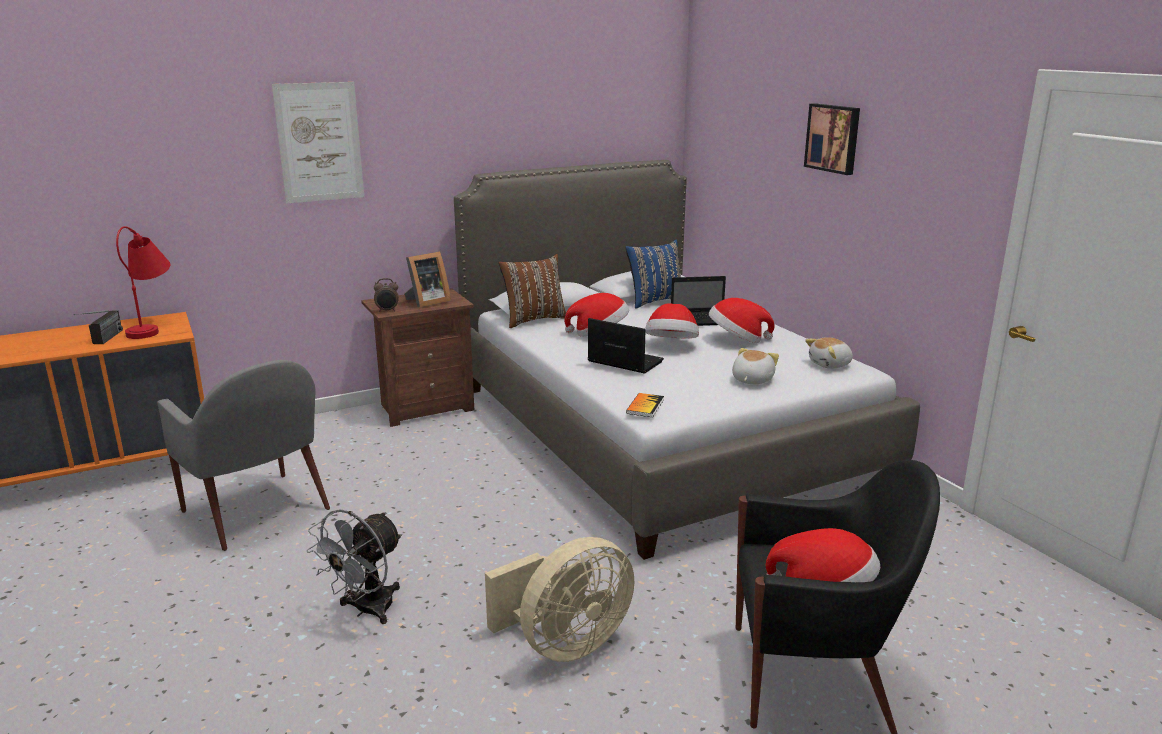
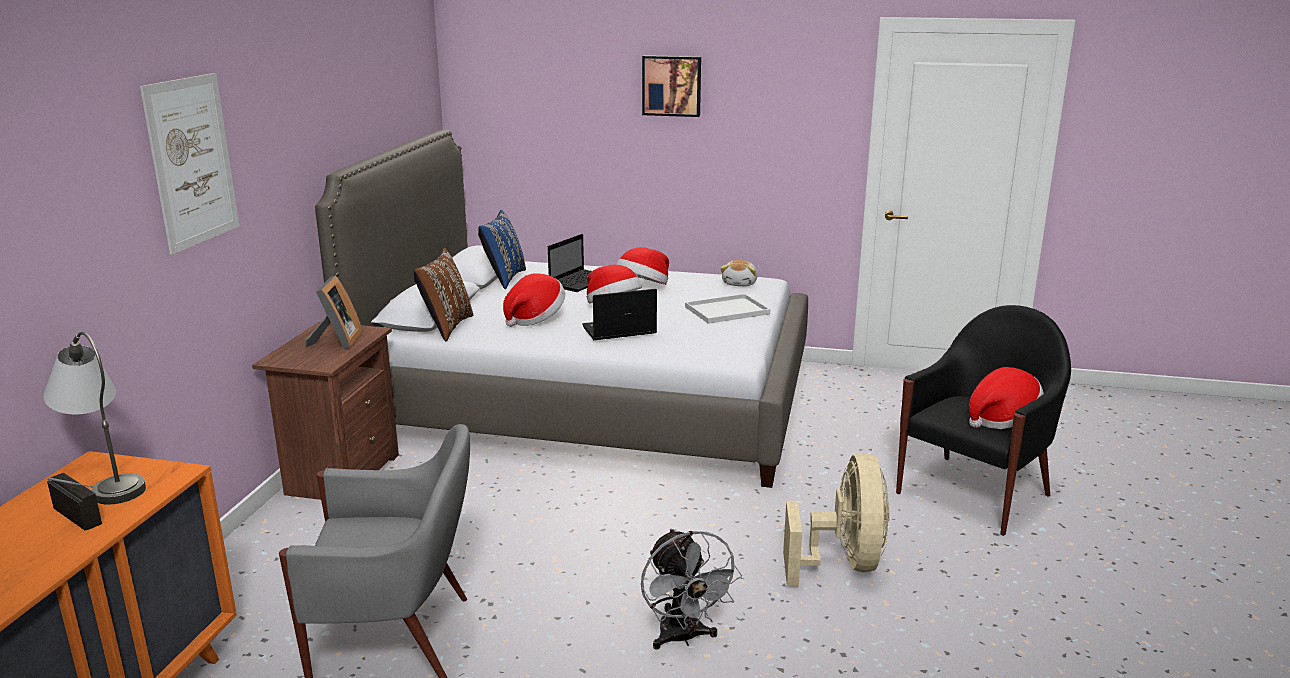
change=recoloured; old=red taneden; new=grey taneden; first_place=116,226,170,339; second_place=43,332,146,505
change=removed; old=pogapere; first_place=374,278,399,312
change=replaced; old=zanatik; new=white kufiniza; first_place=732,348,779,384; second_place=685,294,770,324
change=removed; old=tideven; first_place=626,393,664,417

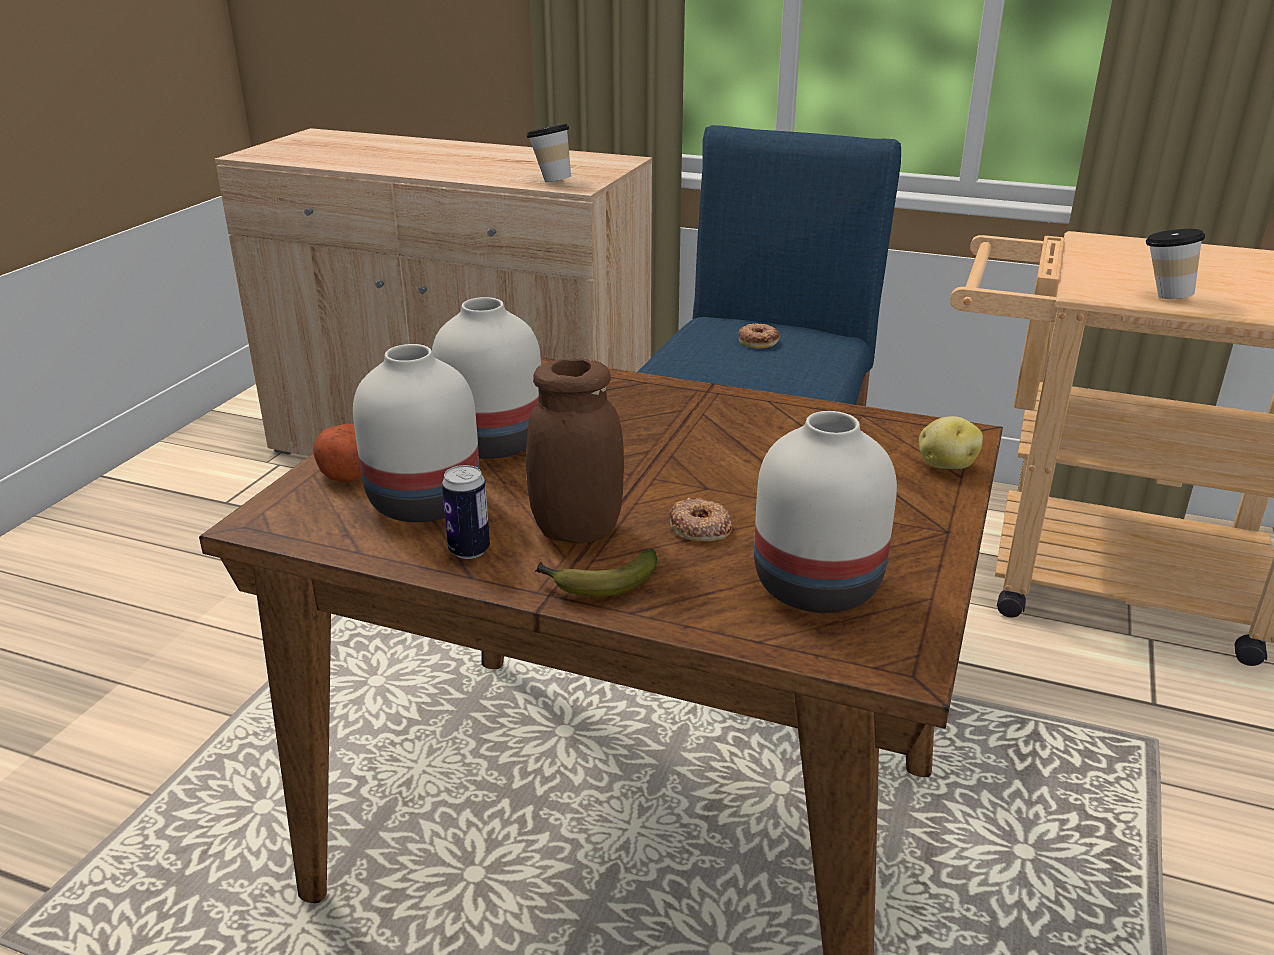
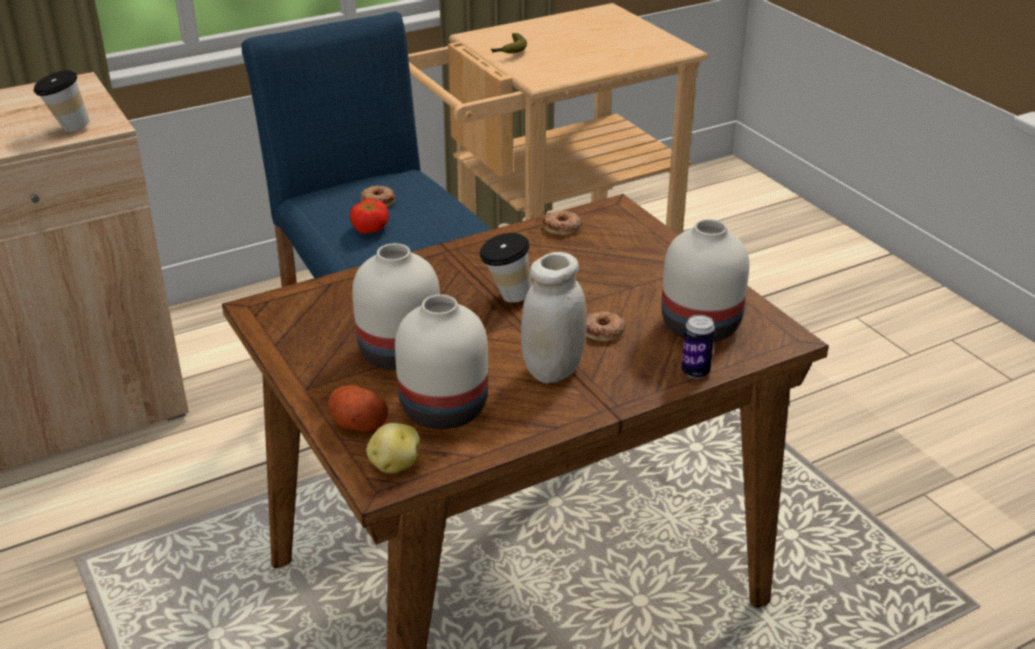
change=moved; old=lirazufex; first_place=1146,229,1205,299; second_place=479,233,532,303
change=recoloured; old=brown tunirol; new=white tunirol; first_place=526,359,624,543; second_place=521,252,587,383
change=moved; old=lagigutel; first_place=919,416,983,469; second_place=366,423,420,473
change=moved; old=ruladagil; first_place=442,465,490,559; second_place=681,315,715,379
change=moved; old=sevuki; first_place=535,549,657,597; second_place=491,33,527,53
change=added; new=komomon; second_place=350,199,389,234
change=added; new=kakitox; second_place=543,210,582,235

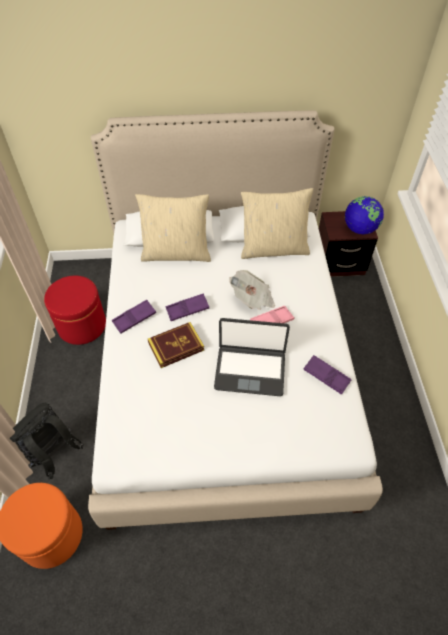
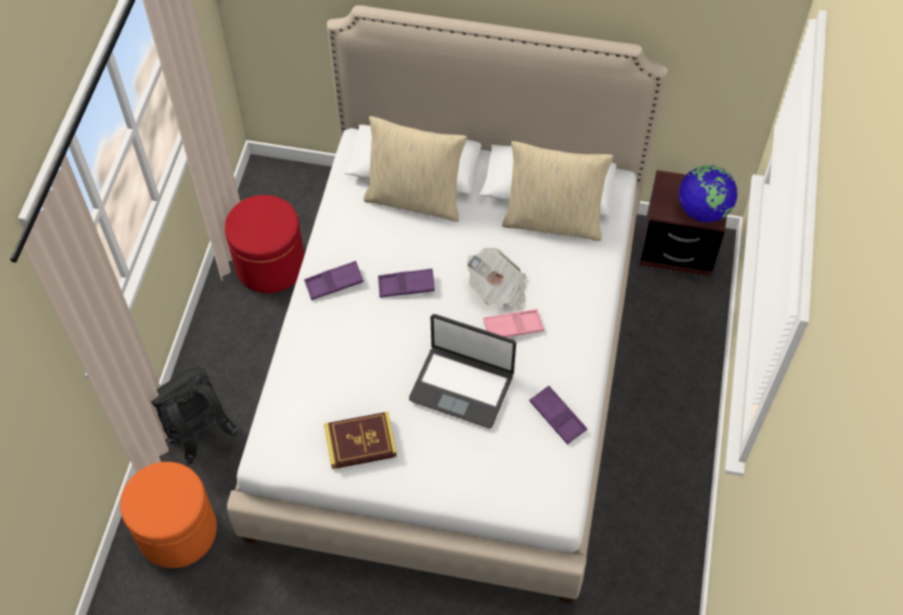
change=moved; old=tideven; first_place=148,322,204,368; second_place=324,412,397,469

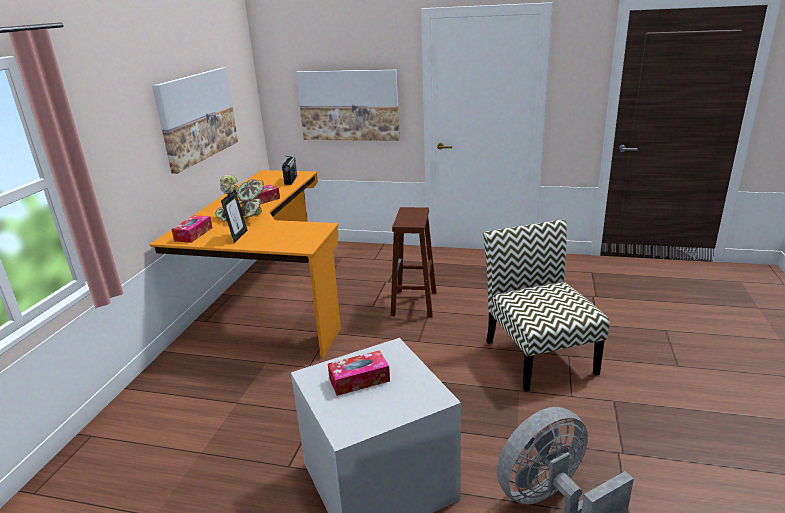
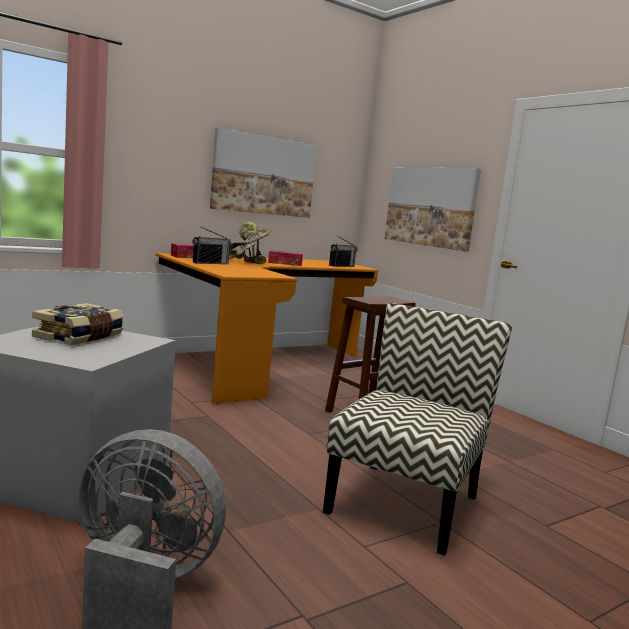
change=replaced; old=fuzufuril; new=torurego; first_place=221,190,247,243; second_place=192,226,232,264
change=replaced; old=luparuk; new=tideven; first_place=328,350,390,396; second_place=32,303,124,345

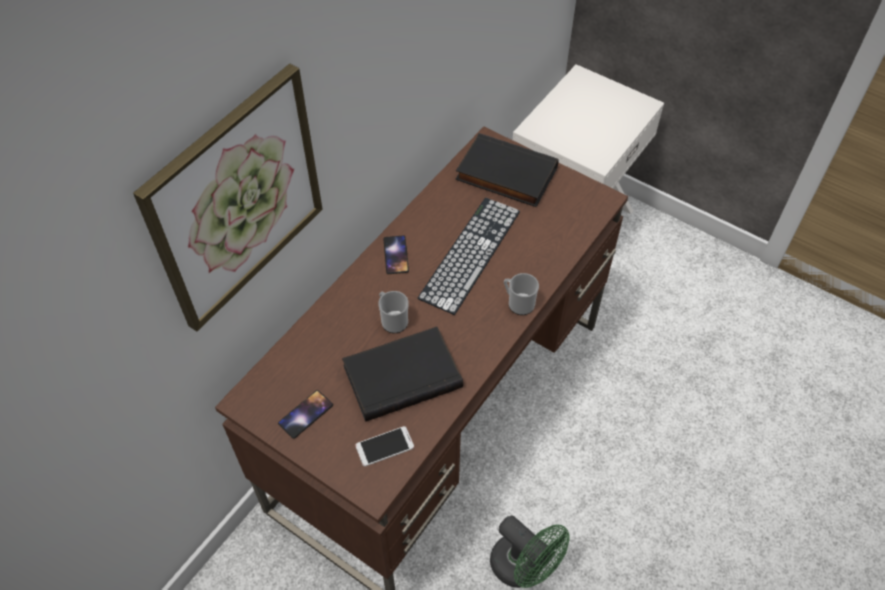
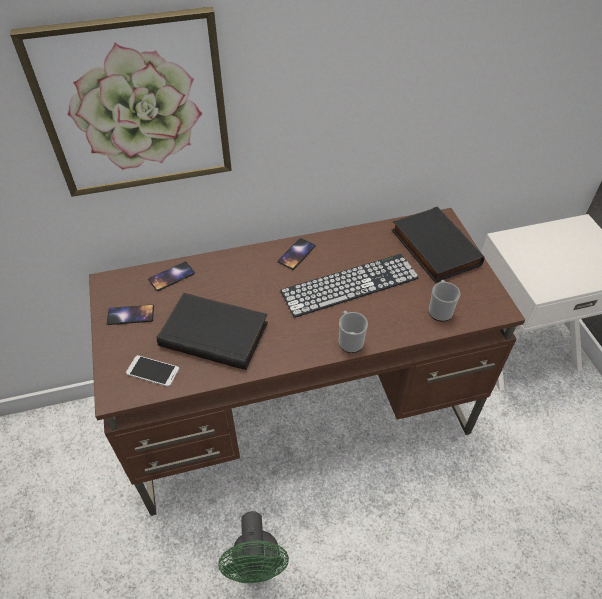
change=moved; old=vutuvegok; first_place=378,291,409,333; second_place=429,280,460,322
change=added; new=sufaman; second_place=148,262,195,291

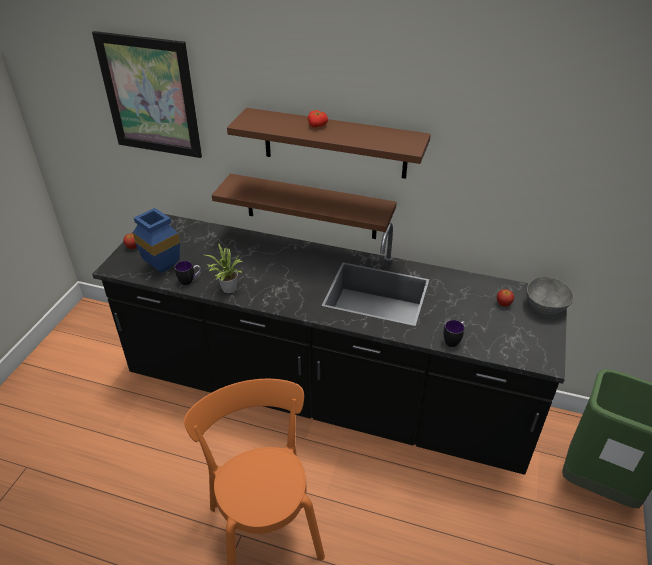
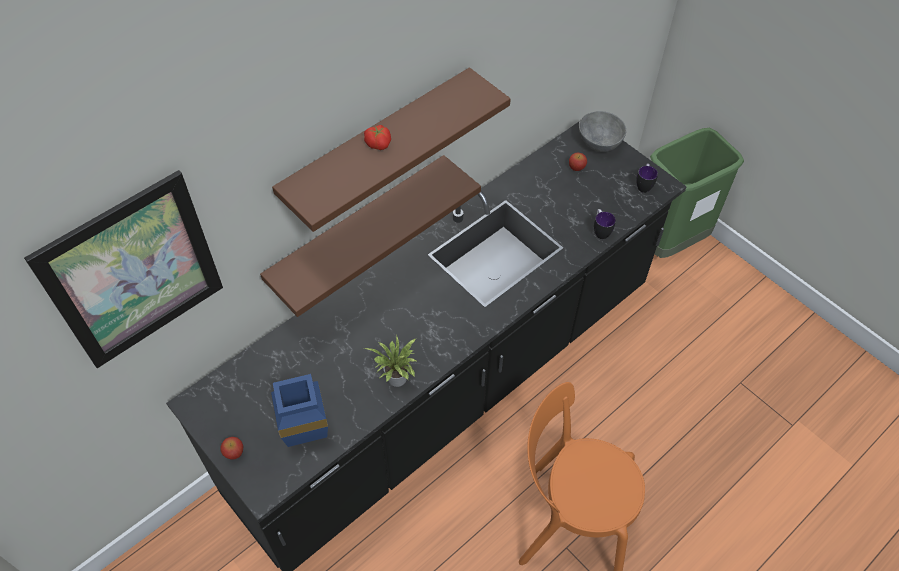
change=moved; old=vutuvegok; first_place=175,261,201,285; second_place=636,164,658,193

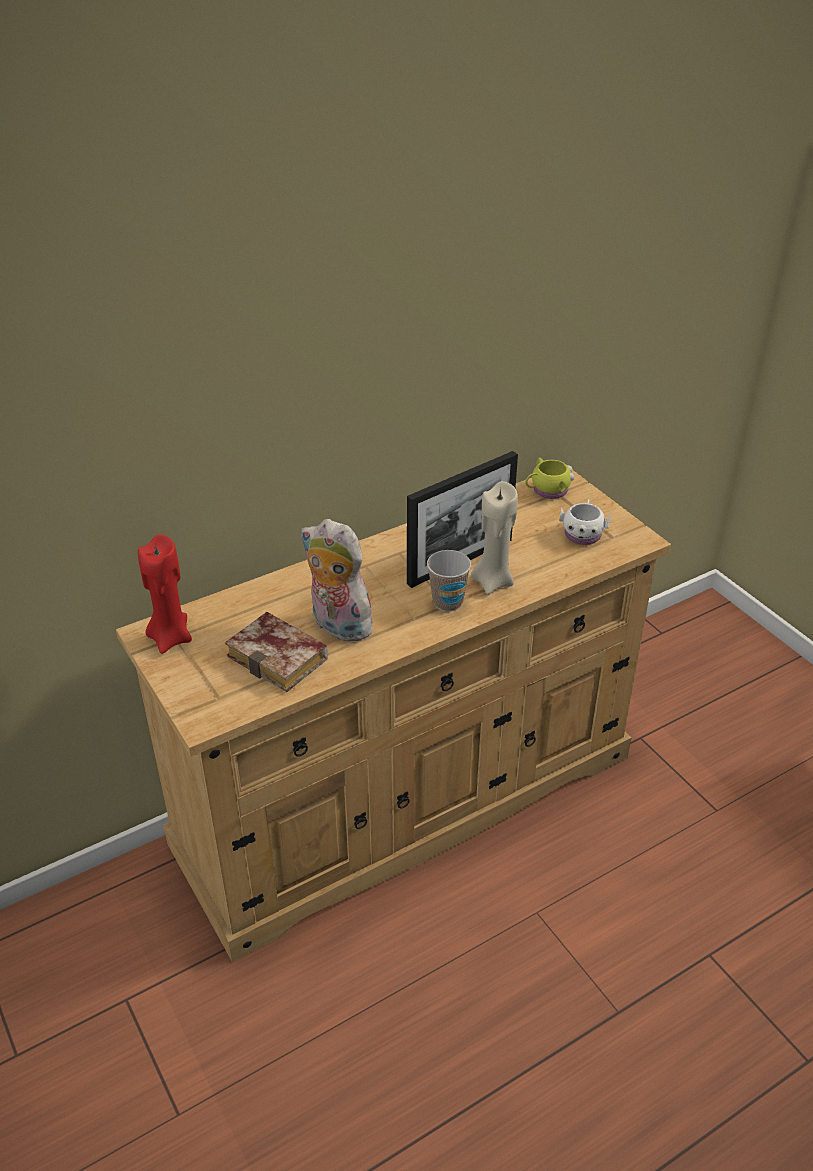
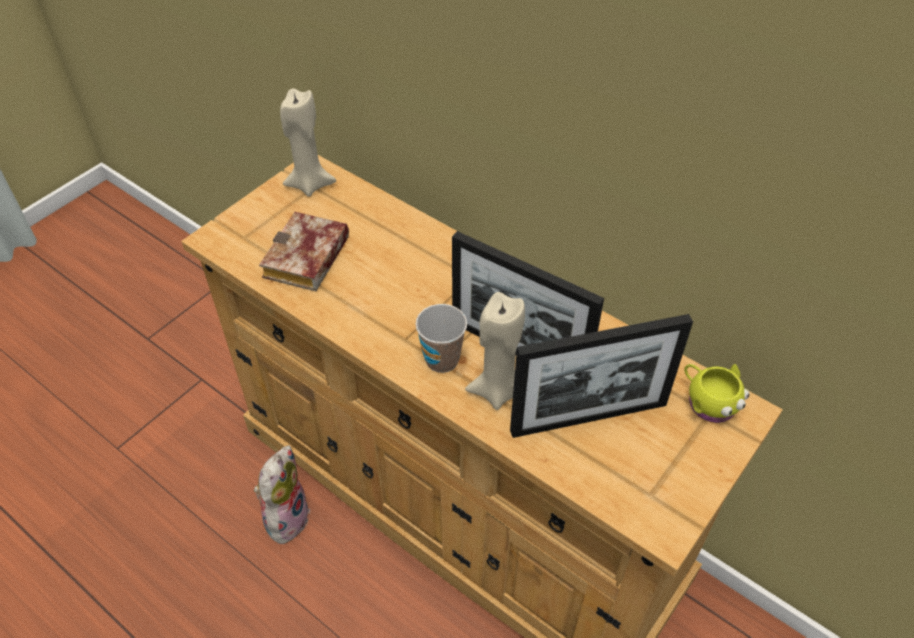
change=removed; old=white vutuvegok; first_place=560,499,611,545
change=moved; old=zanatik; first_place=301,519,375,642; second_place=254,445,310,545
change=recoloured; old=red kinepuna; new=beige kinepuna; first_place=138,535,192,654; second_place=280,88,336,197
change=added; new=fuzufuril; second_place=510,314,693,438

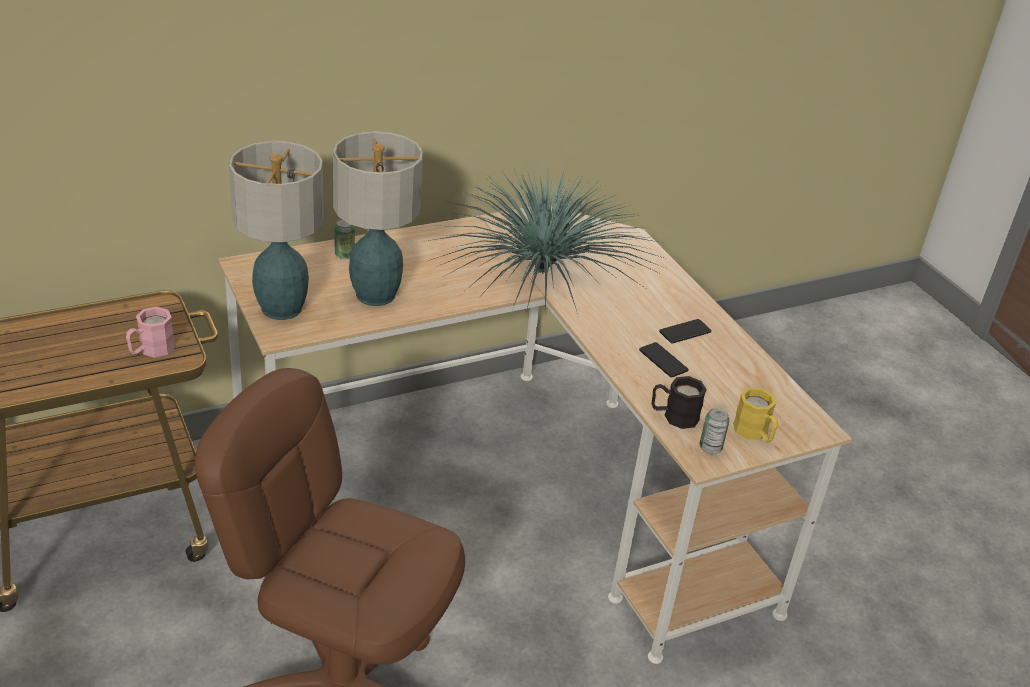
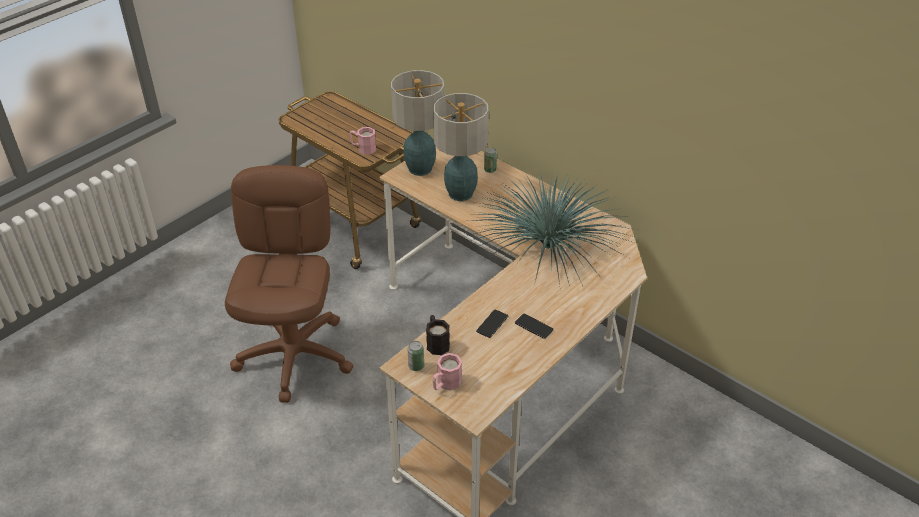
change=recoloured; old=yellow vutuvegok; new=pink vutuvegok; first_place=733,387,778,442; second_place=433,353,462,391

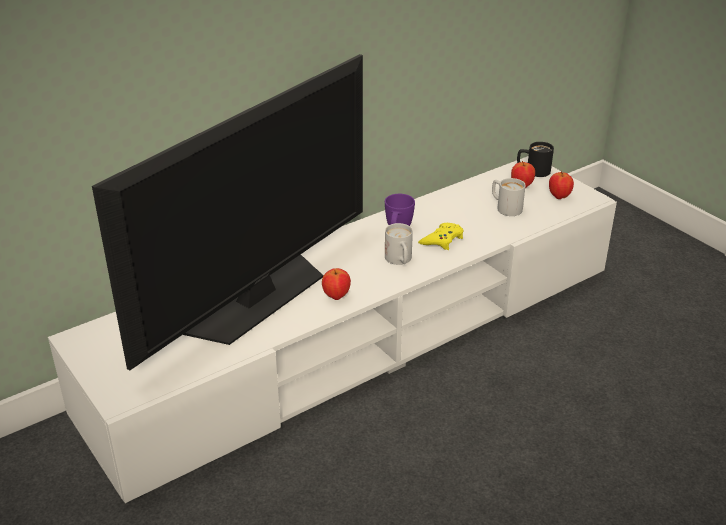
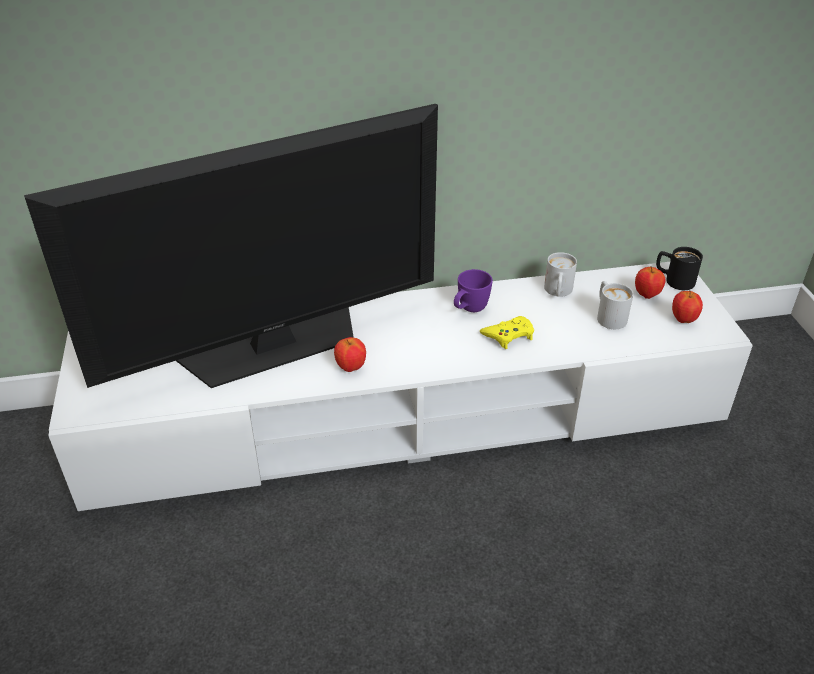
change=moved; old=white vutuvegok; first_place=385,223,413,265; second_place=544,252,577,297

